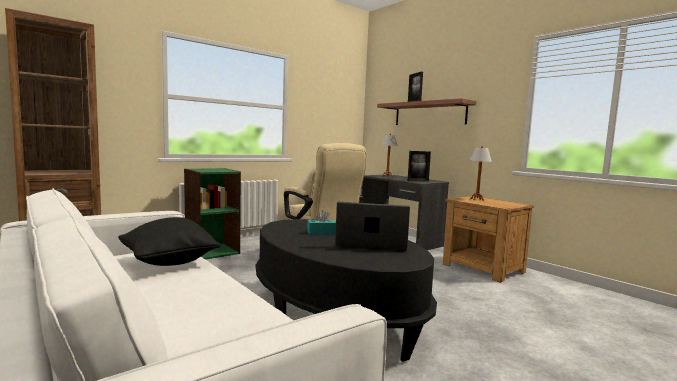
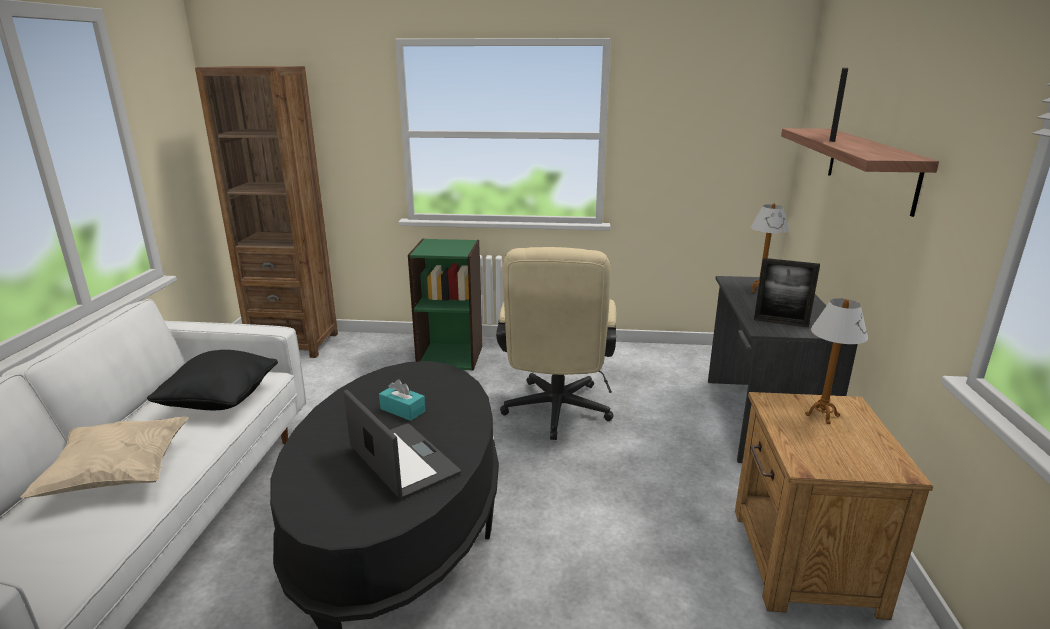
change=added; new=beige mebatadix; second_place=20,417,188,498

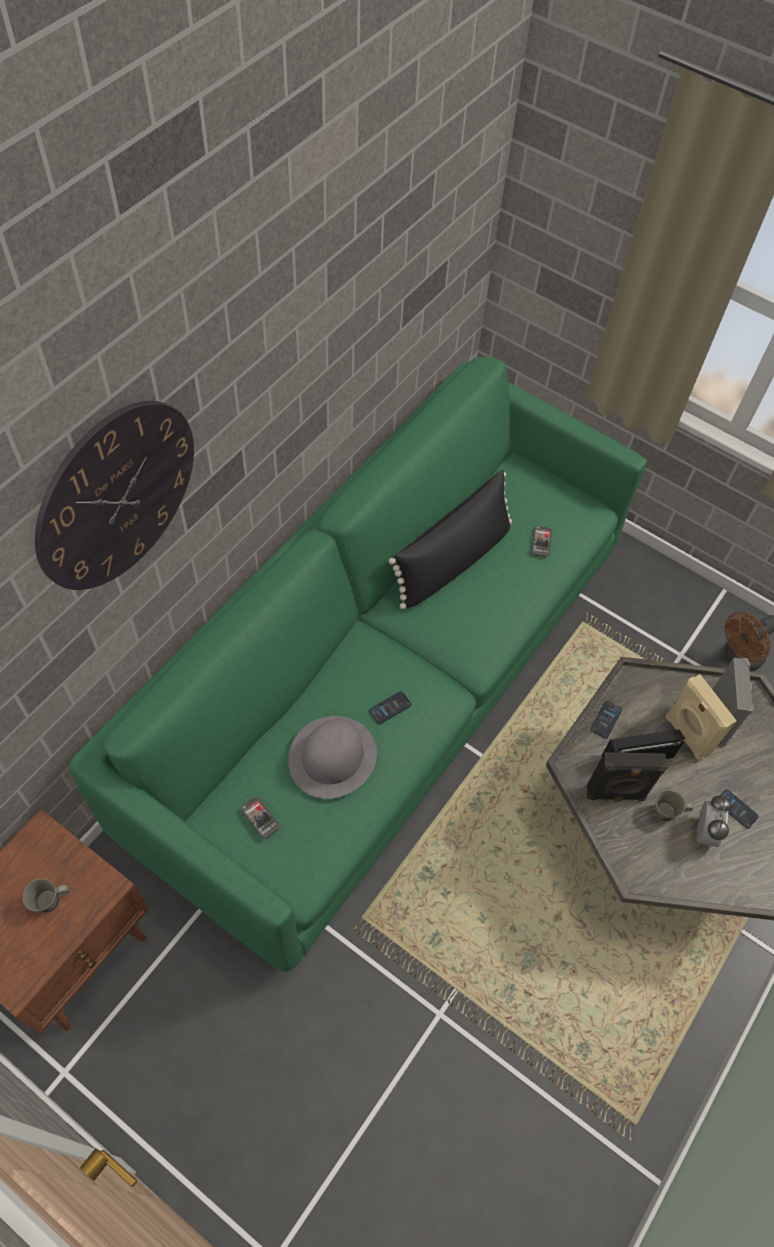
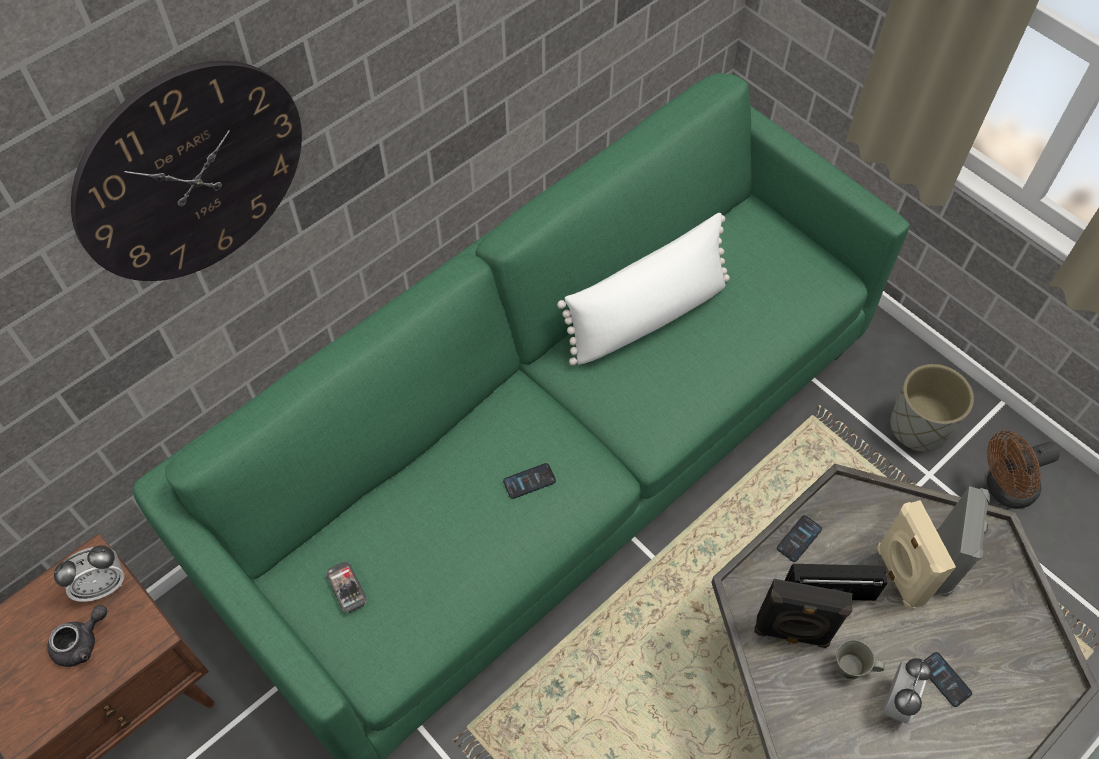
change=recoloured; old=black mebatadix; new=white mebatadix; first_place=389,470,512,609; second_place=557,213,730,365
change=removed; old=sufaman; first_place=531,526,552,557
change=removed; old=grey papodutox; first_place=288,716,377,799
change=replaced; old=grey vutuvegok; new=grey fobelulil; first_place=23,879,69,913; second_place=47,605,107,667
change=added; new=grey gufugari; second_place=890,364,974,452
change=added; new=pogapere; second_place=54,546,124,602

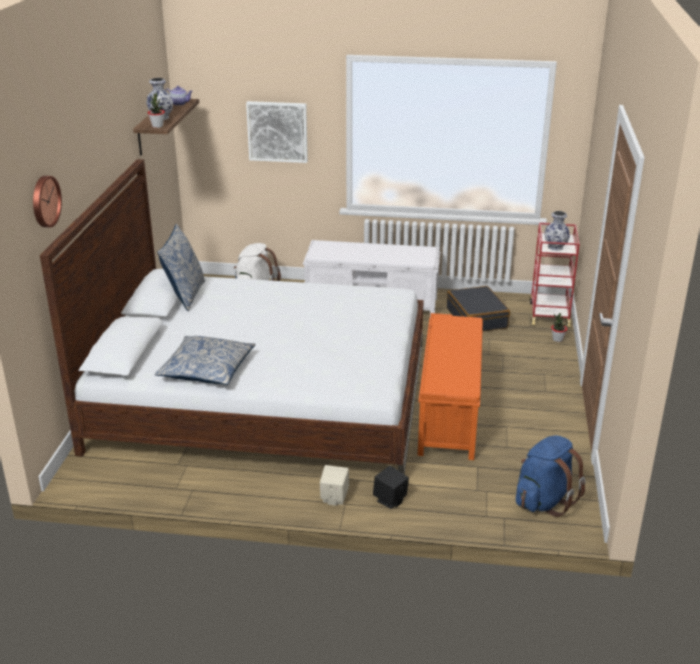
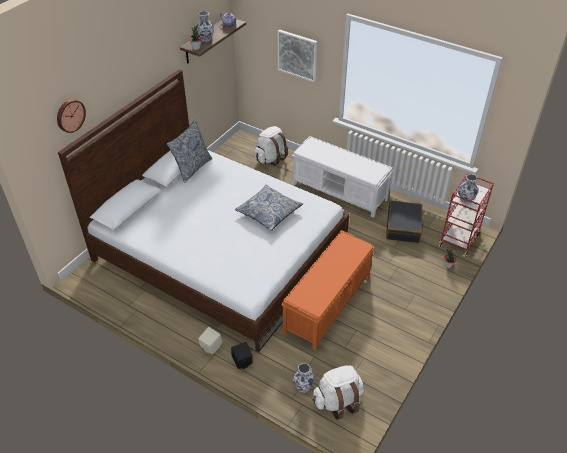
change=moved; old=mebatadix; first_place=155,336,255,385; second_place=235,184,303,231
change=recoloured; old=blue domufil; new=white domufil; first_place=516,435,586,517; second_place=312,365,364,420
change=added; new=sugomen; second_place=292,363,315,393

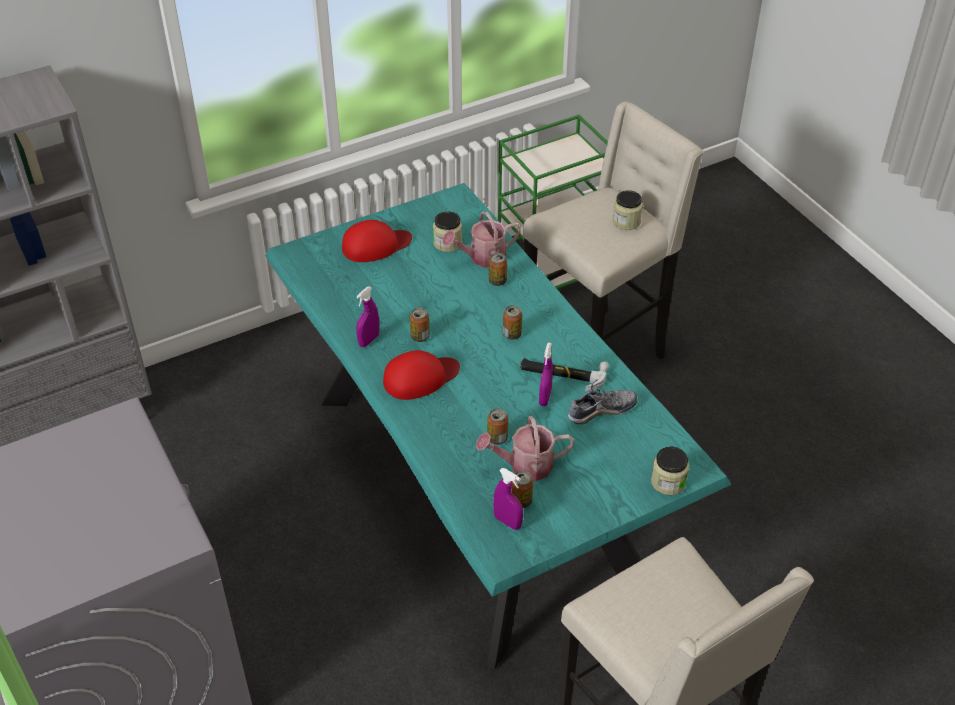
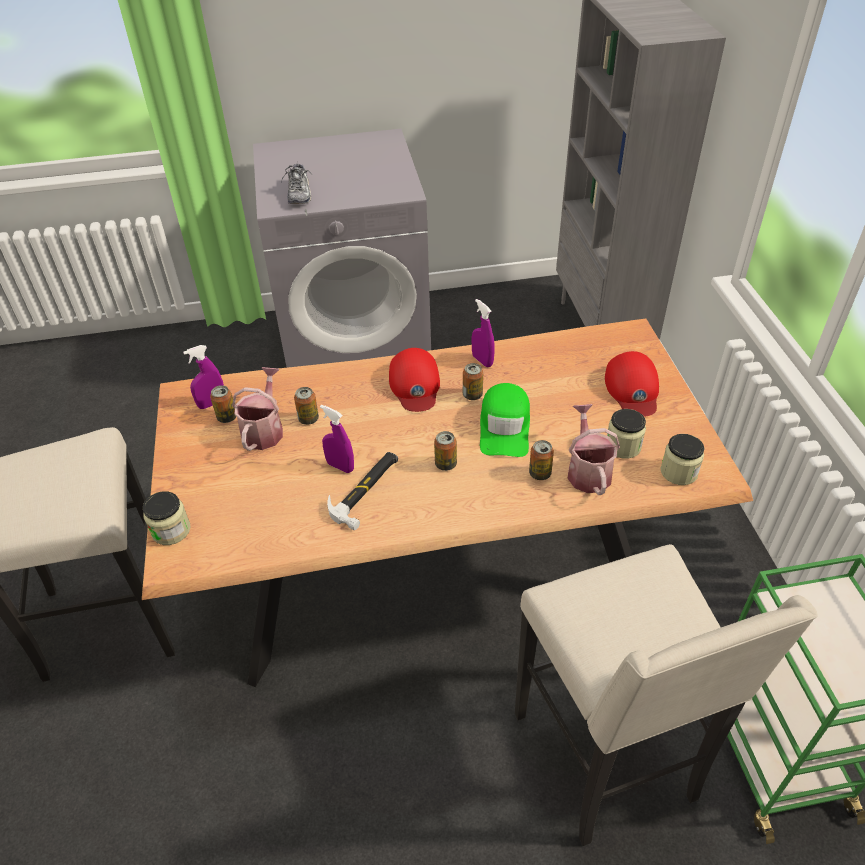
change=recoloured; old=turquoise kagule; new=brown kagule; first_place=265,183,732,670; second_place=142,318,753,687
change=moved; old=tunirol; first_place=613,190,643,230; second_place=661,434,704,485
change=moved; old=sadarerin; first_place=568,379,637,424; second_place=282,164,312,204
change=added; new=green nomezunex; second_place=480,383,530,457

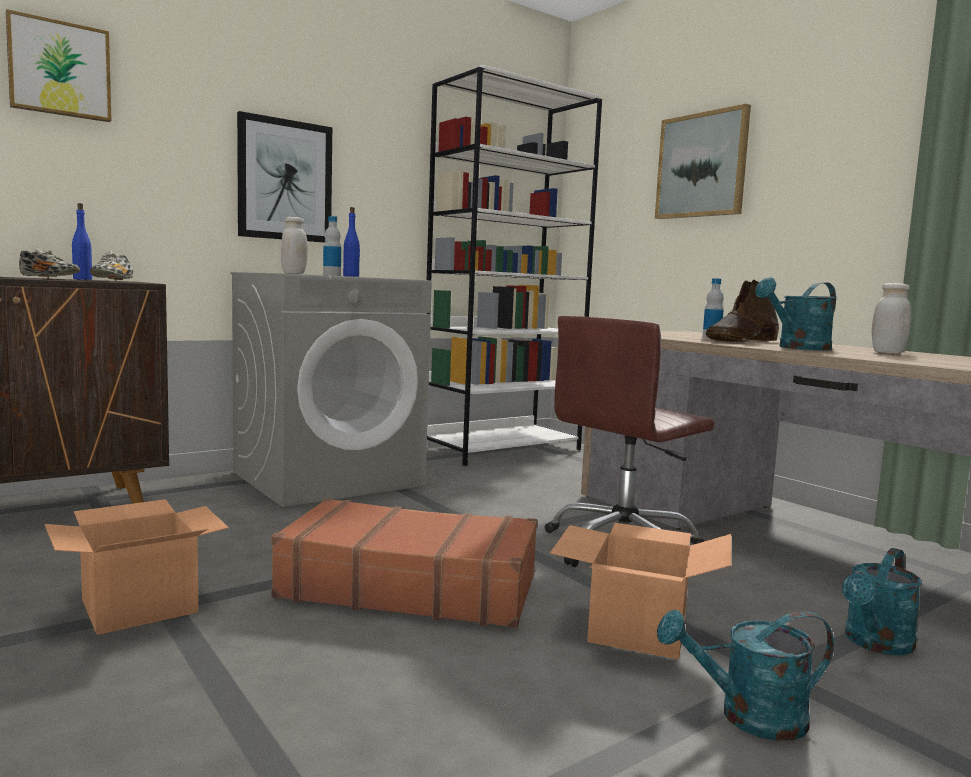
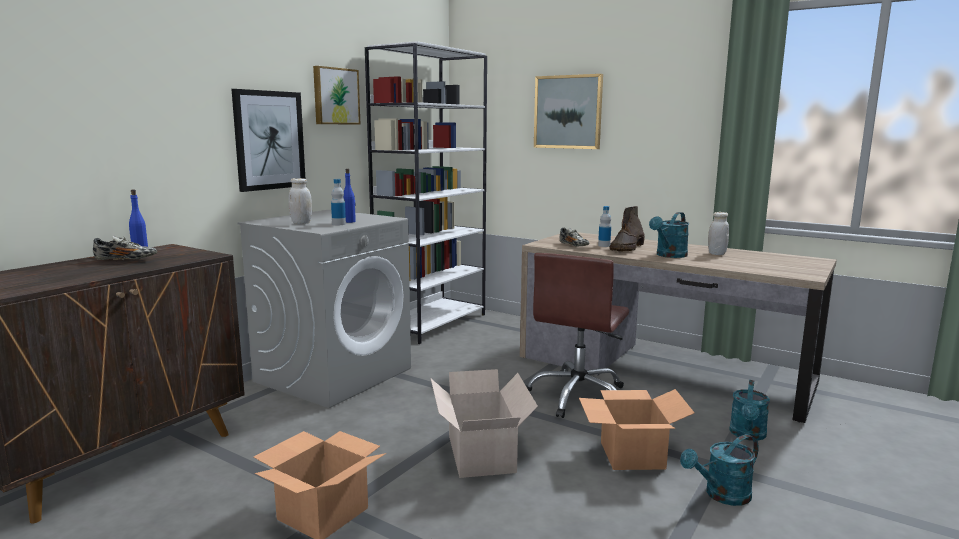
change=moved; old=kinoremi; first_place=6,9,112,122; second_place=313,66,360,125
change=moved; old=sadarerin; first_place=90,251,134,281; second_place=560,228,589,246
change=replaced; old=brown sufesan; new=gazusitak; first_place=271,498,537,628; second_place=431,369,538,478

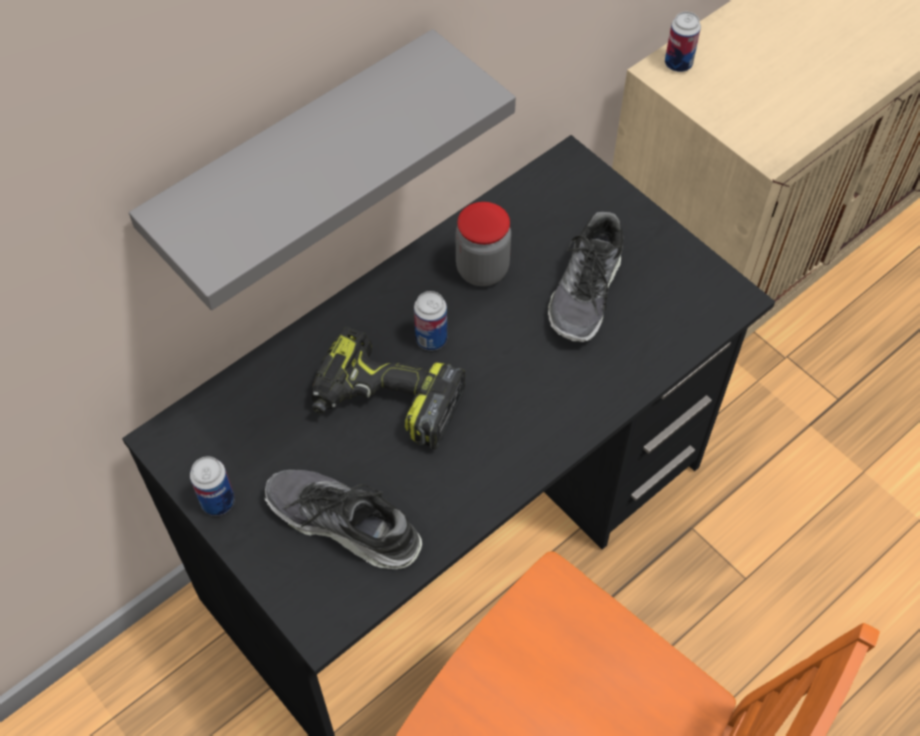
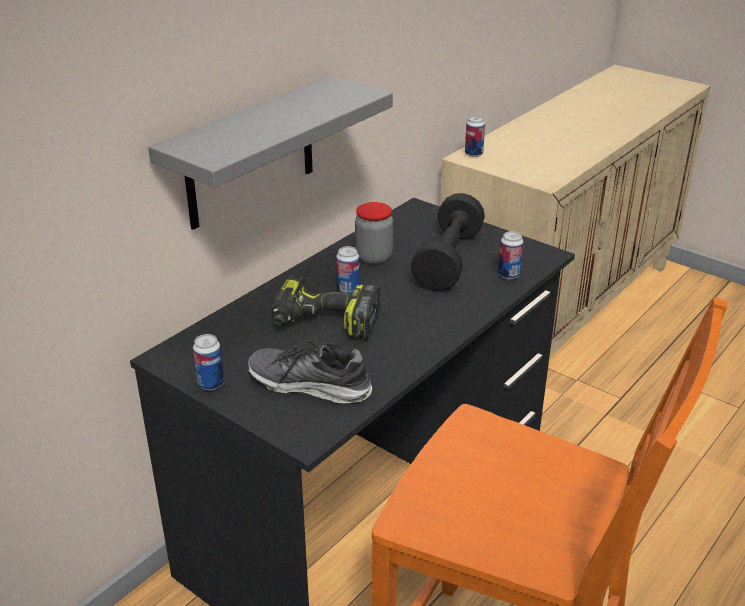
change=replaced; old=sadarerin; new=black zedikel; first_place=548,212,623,342; second_place=411,193,485,291
change=added; new=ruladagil; second_place=498,231,524,279

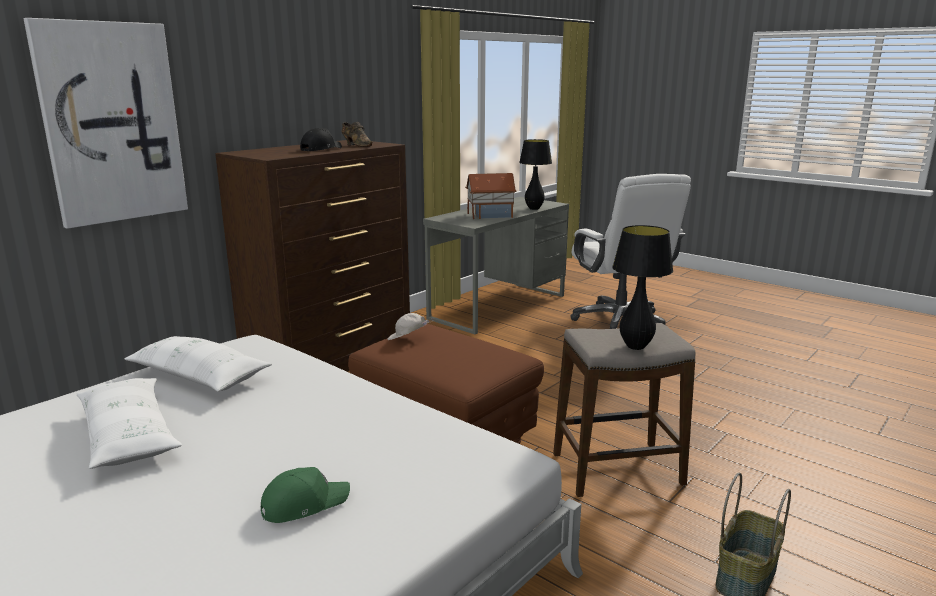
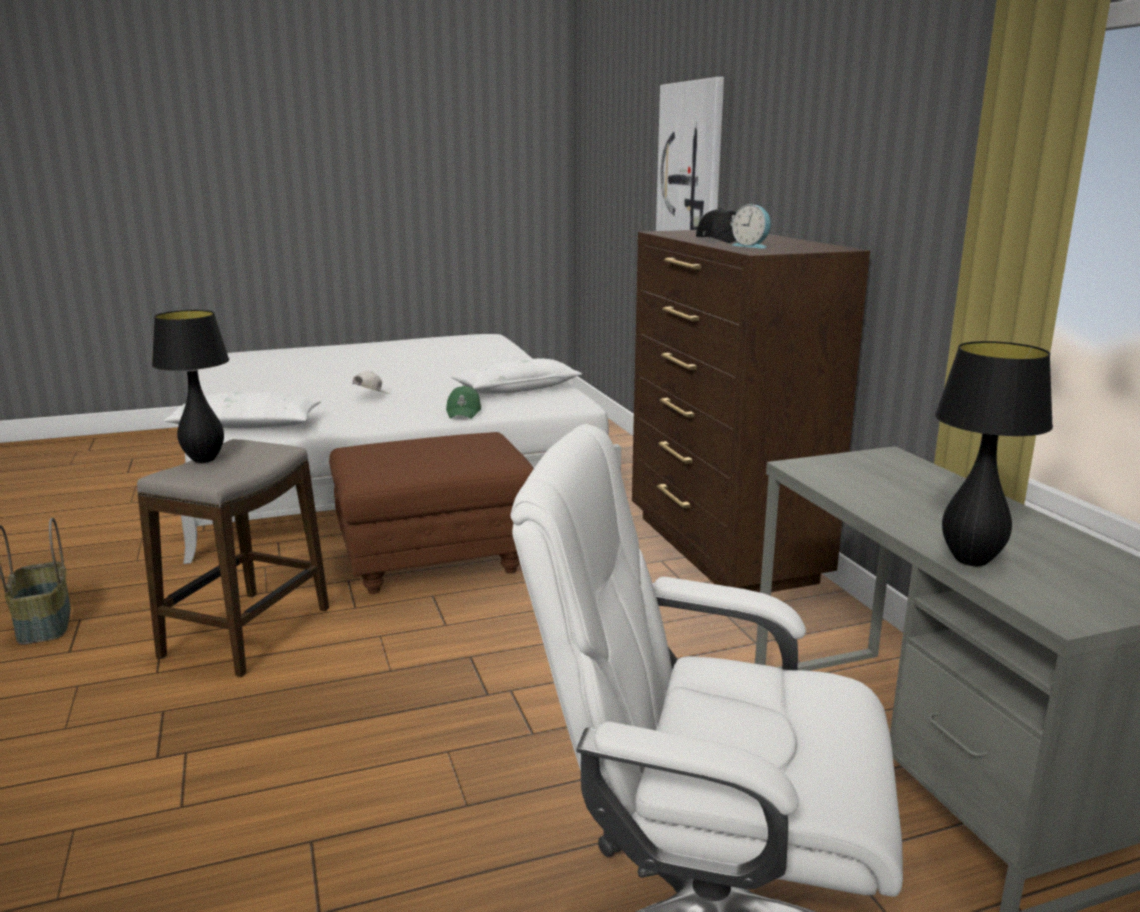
change=replaced; old=brown sadarerin; new=pogapere; first_place=342,122,373,147; second_place=732,204,771,249
change=removed; old=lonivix; first_place=465,173,516,219
change=moved; old=white nomezunex; first_place=387,313,434,340; second_place=352,371,389,394
change=moved; old=white mebatadix; first_place=77,378,182,469; second_place=164,392,321,428
change=moved; old=green nomezunex; first_place=261,467,350,523; second_place=446,386,481,419

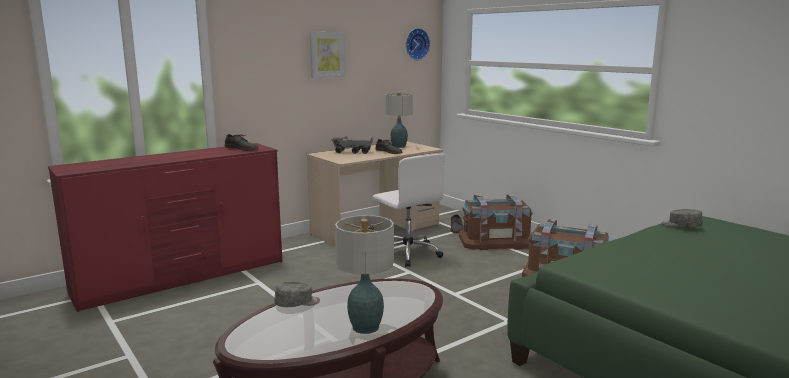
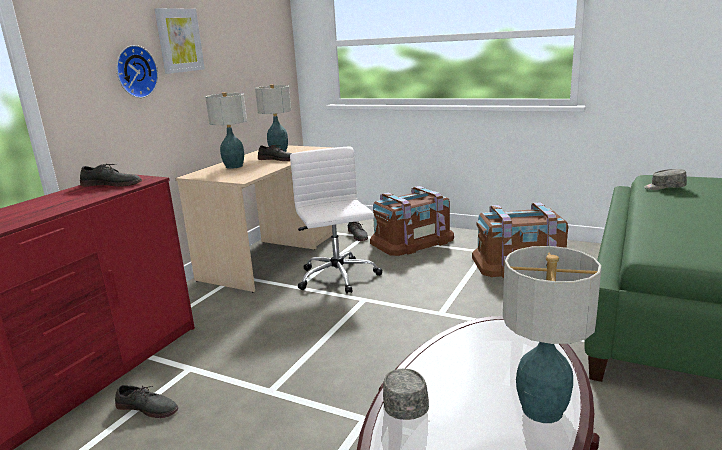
change=moved; old=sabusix; first_place=406,28,430,60; second_place=116,45,158,98
change=replaced; old=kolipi; new=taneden; first_place=332,136,373,154; second_place=205,92,247,169
change=turned; old=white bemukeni; first_place=372,153,445,267; second_place=290,146,382,294; degrees=-135
change=turned; old=grey nomezunex; first_place=274,282,320,307; second_place=383,369,429,420; degrees=-45
change=added; new=grey sadarerin; second_place=115,385,178,418

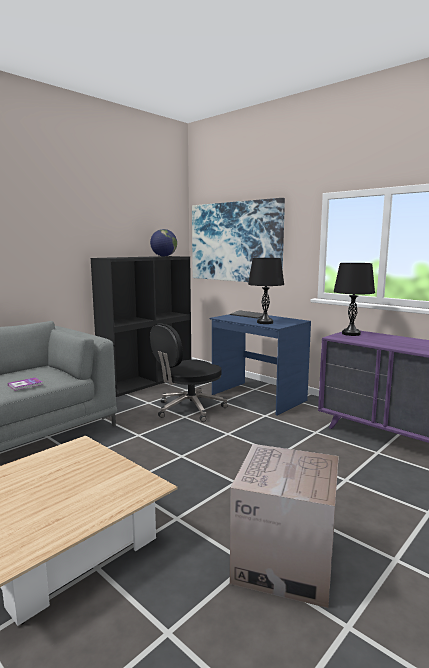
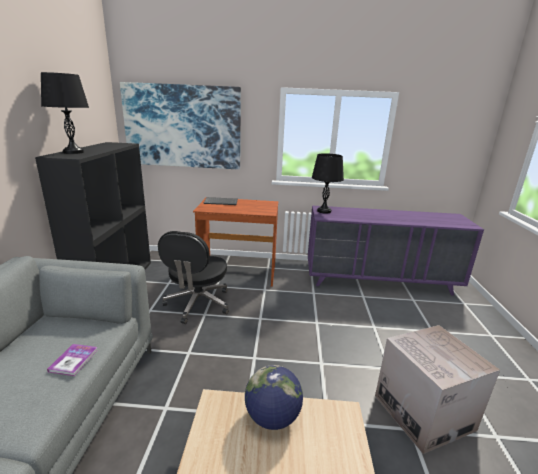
change=moved; old=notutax; first_place=150,229,177,257; second_place=245,365,303,430
change=moved; old=black taneden; first_place=248,258,284,324; second_place=41,72,89,154
change=recoloured; old=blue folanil; new=brown folanil; first_place=209,314,311,415; second_place=193,198,278,287

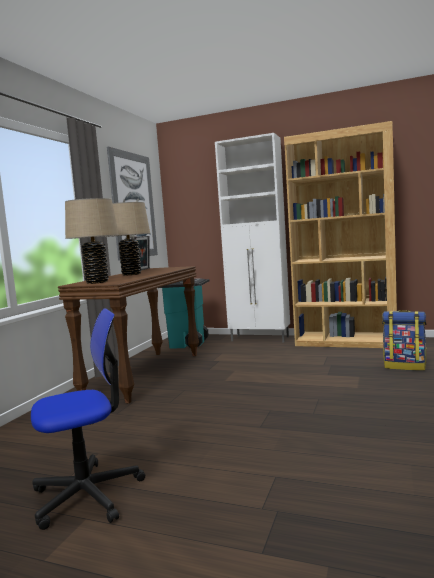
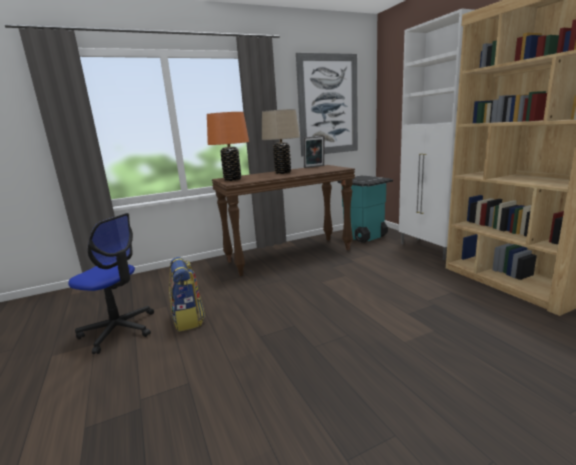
change=recoloured; old=beige taneden; new=orange taneden; first_place=65,198,119,284; second_place=207,112,249,181
change=moved; old=domufil; first_place=382,310,426,371; second_place=169,257,205,332

